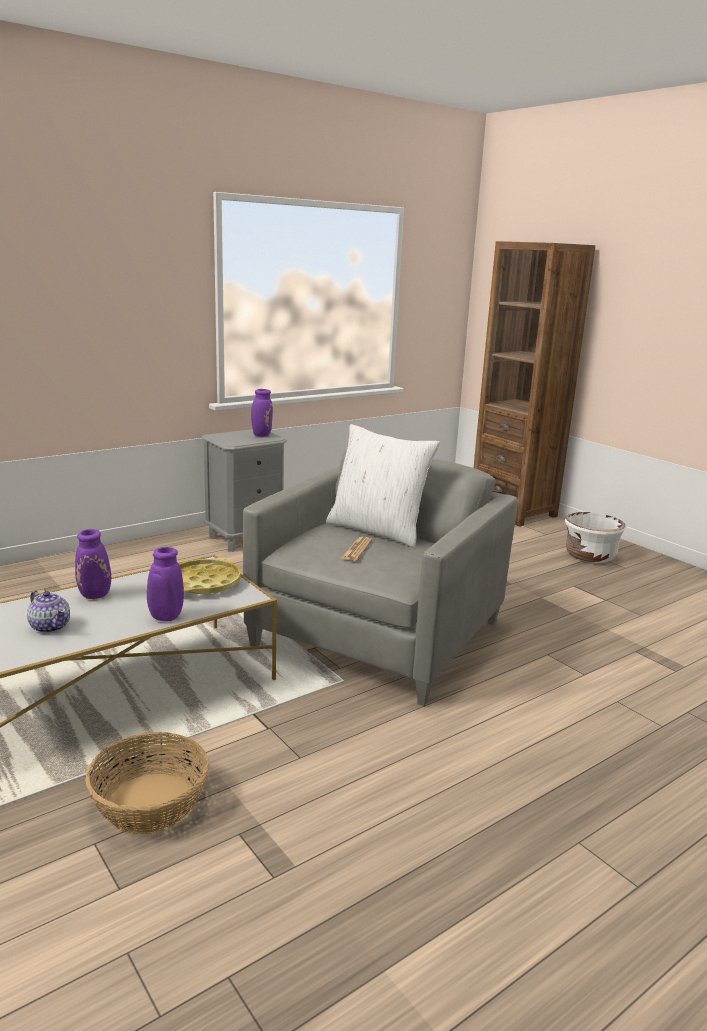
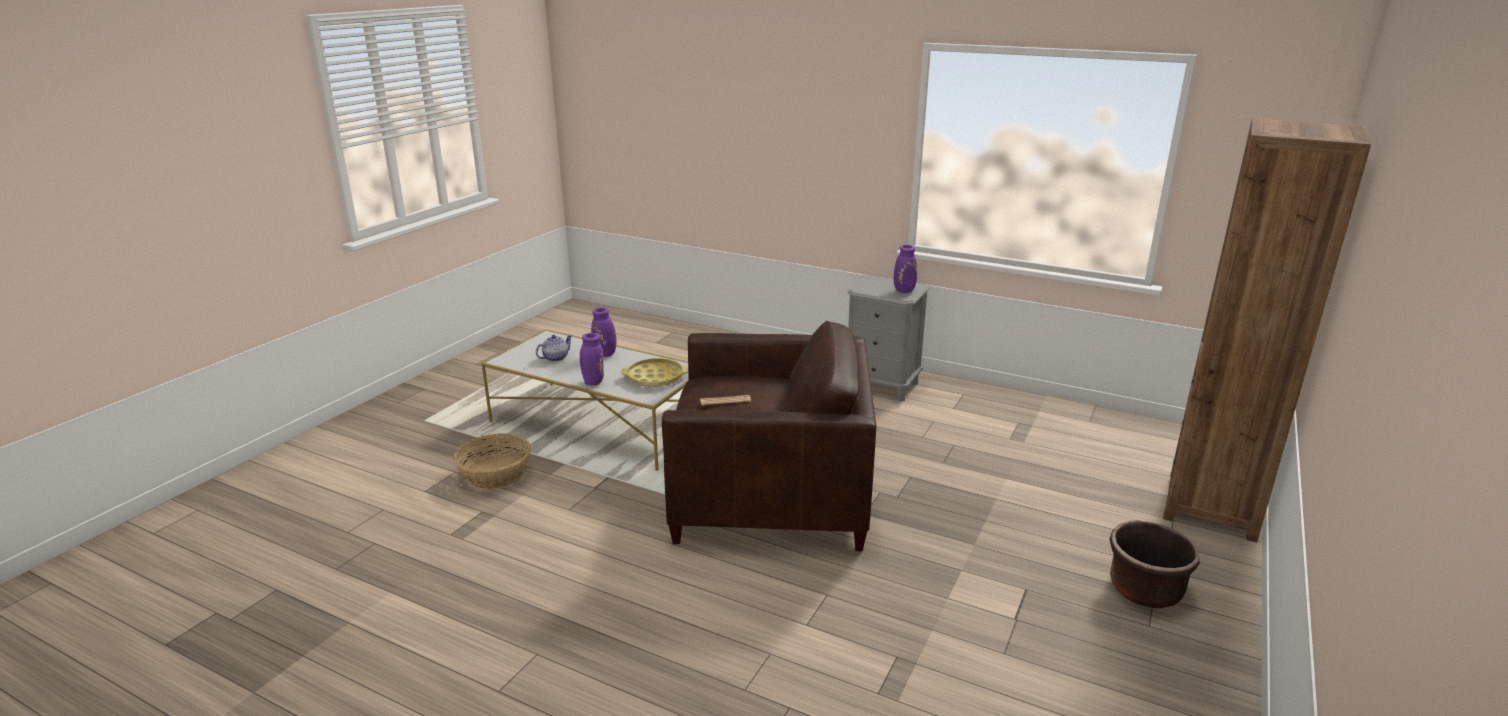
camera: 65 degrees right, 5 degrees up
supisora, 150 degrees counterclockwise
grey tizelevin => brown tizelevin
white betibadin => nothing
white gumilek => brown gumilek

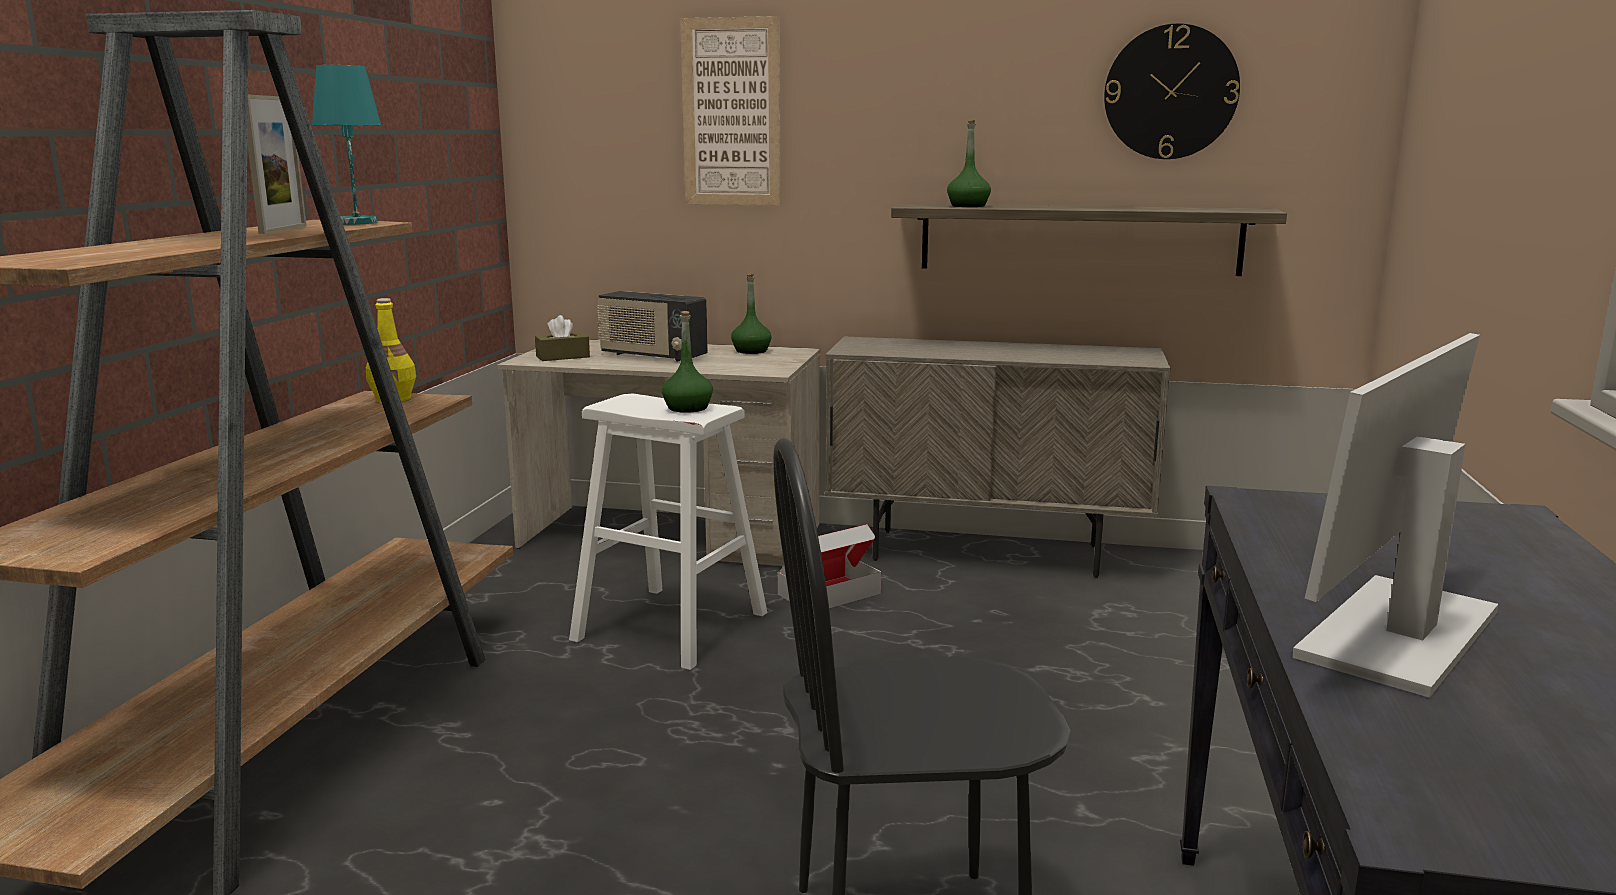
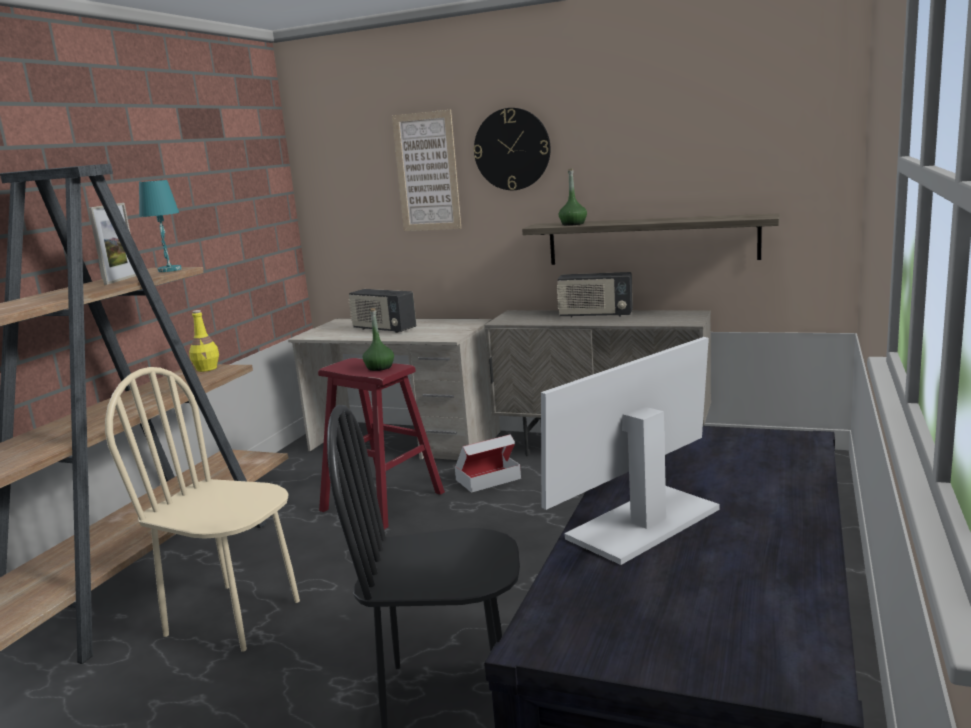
camera: 10 degrees right, 0 degrees up
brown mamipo => nothing
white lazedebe => red lazedebe
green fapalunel (no. 2 from left) => nothing
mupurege, relocated
nothing => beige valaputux
nothing => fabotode (no. 2 from left)

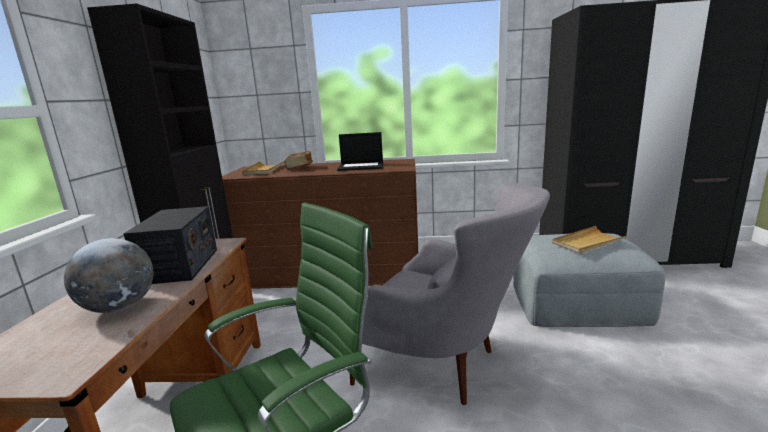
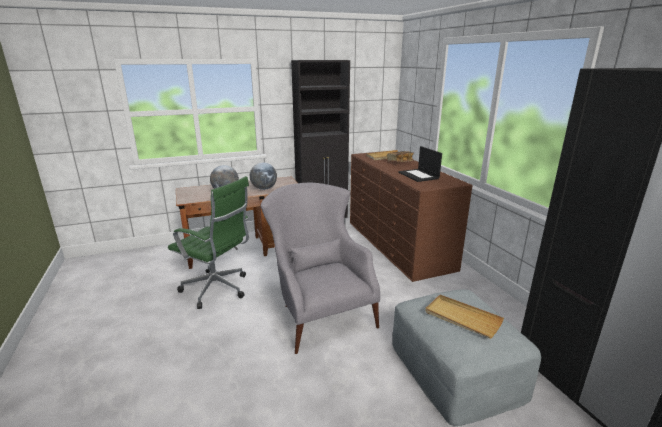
camera: 65 degrees right, 5 degrees up
fabotode => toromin (no. 2 from left)
grey tizelevin, 150 degrees clockwise

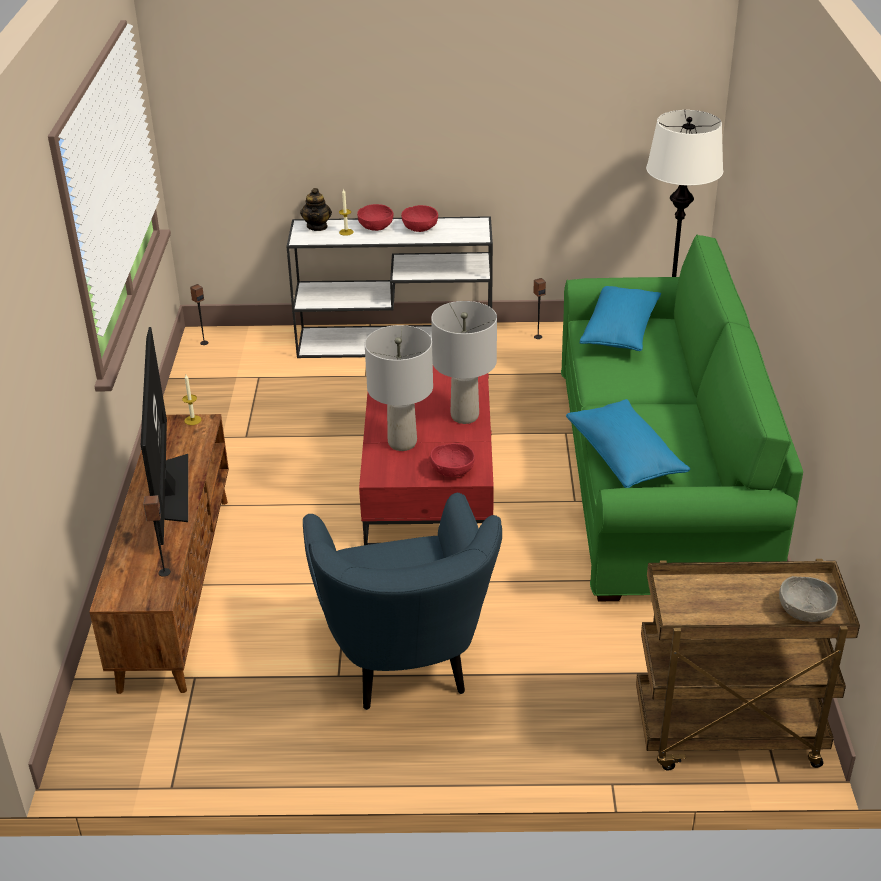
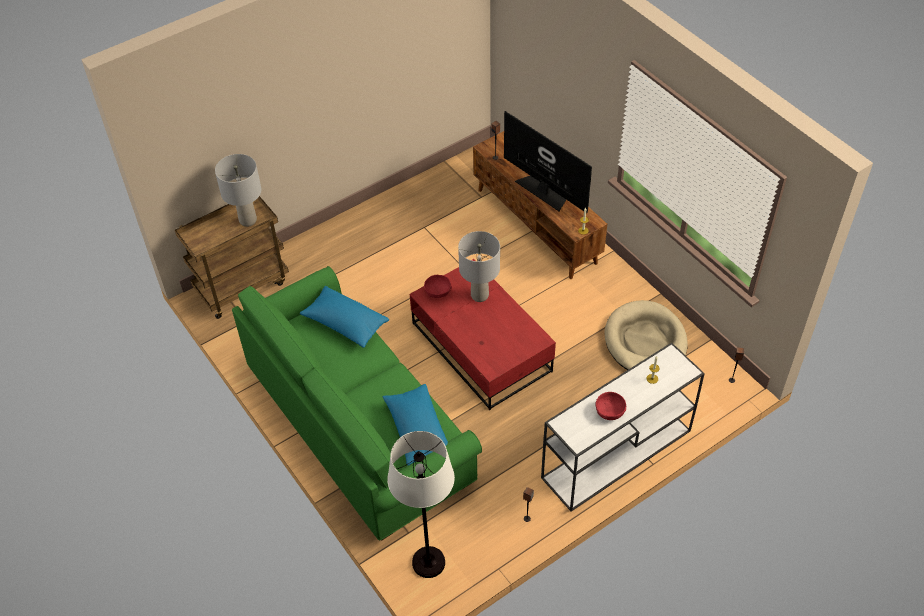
camera: 145 degrees right, 15 degrees up
supisora => nothing
blue tizelevin => nothing
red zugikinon (no. 1 from left) => nothing
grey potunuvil (no. 2 from left in the first image) => grey potunuvil (no. 1 from left), relocated
grey zugikinon => nothing
nothing => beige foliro

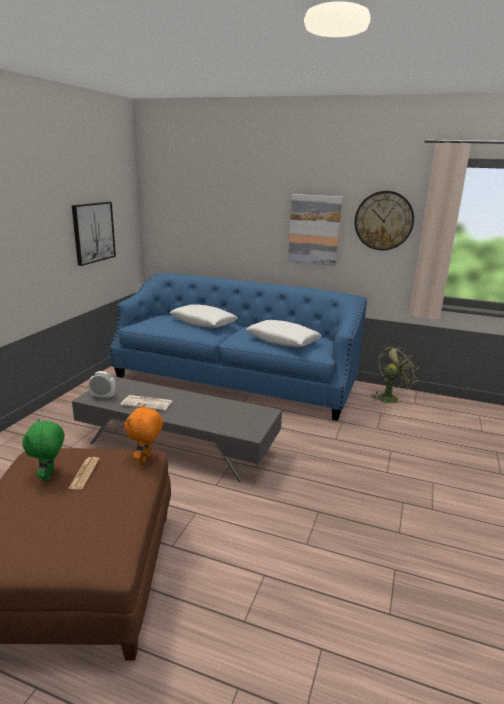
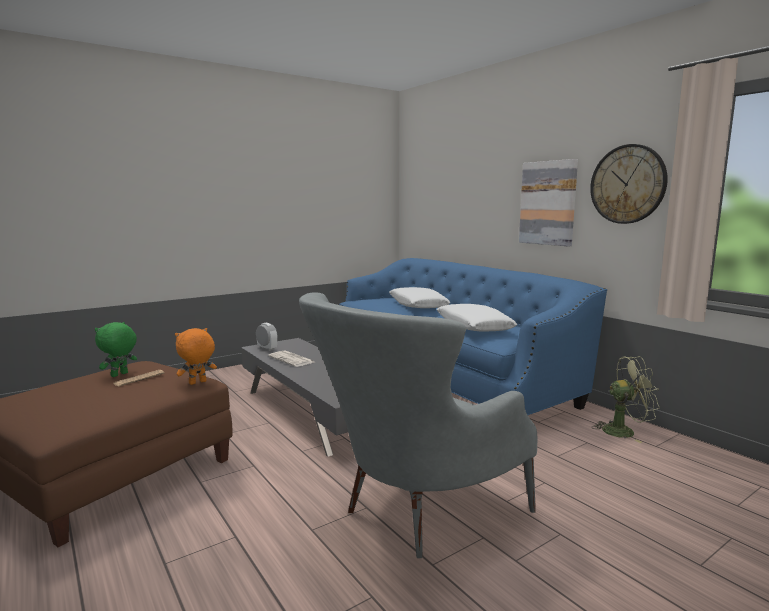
camera: 35 degrees right, 10 degrees down
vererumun (no. 1 from left) => nothing
nothing => grey tizelevin

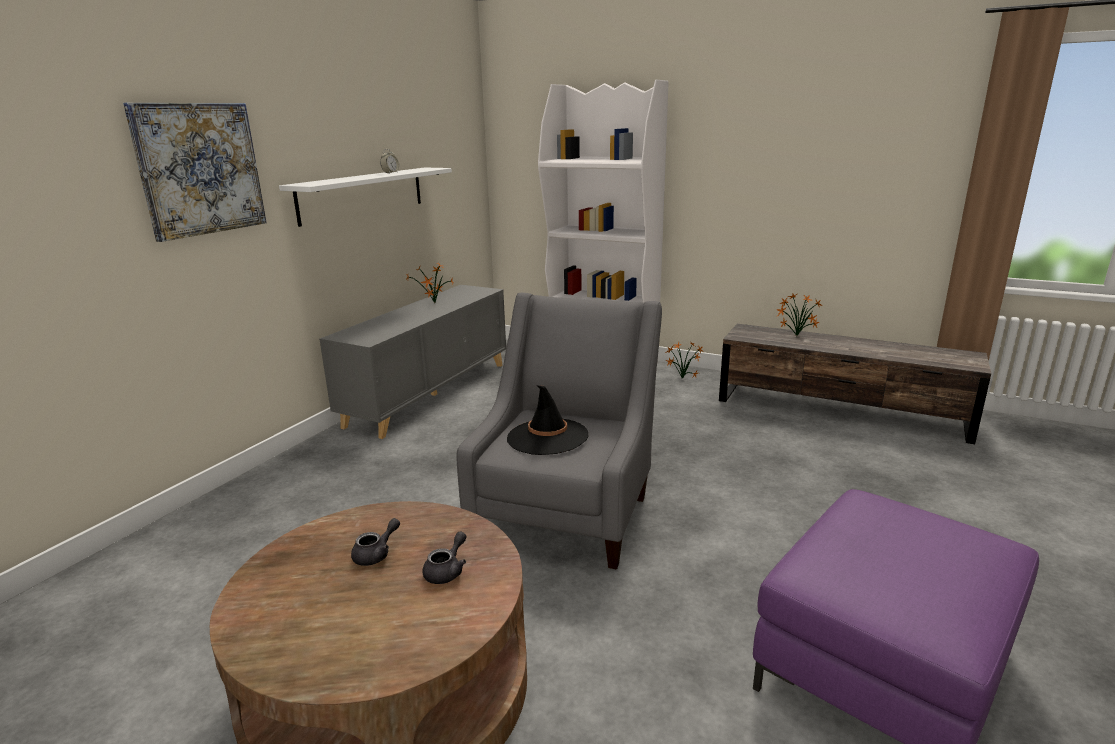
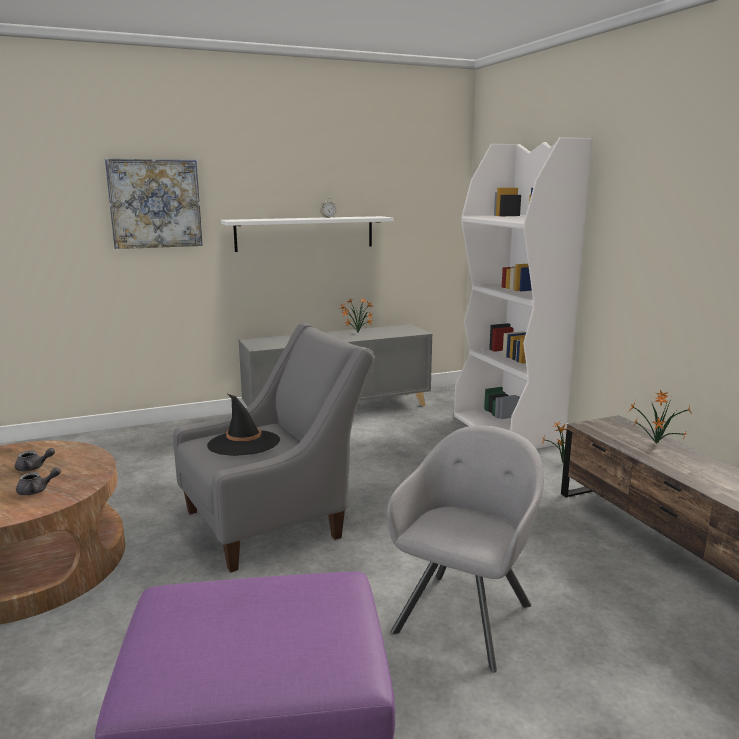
camera: 40 degrees right, 5 degrees down
nothing => grey tizelevin (no. 2 from left)

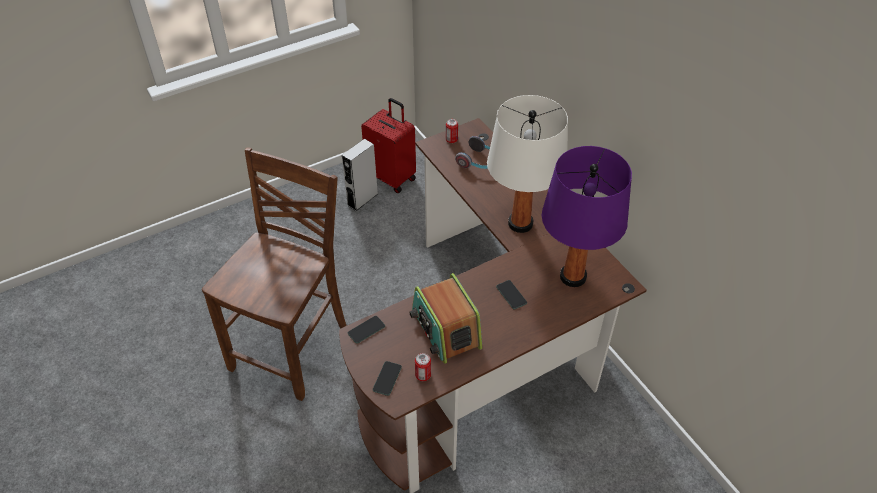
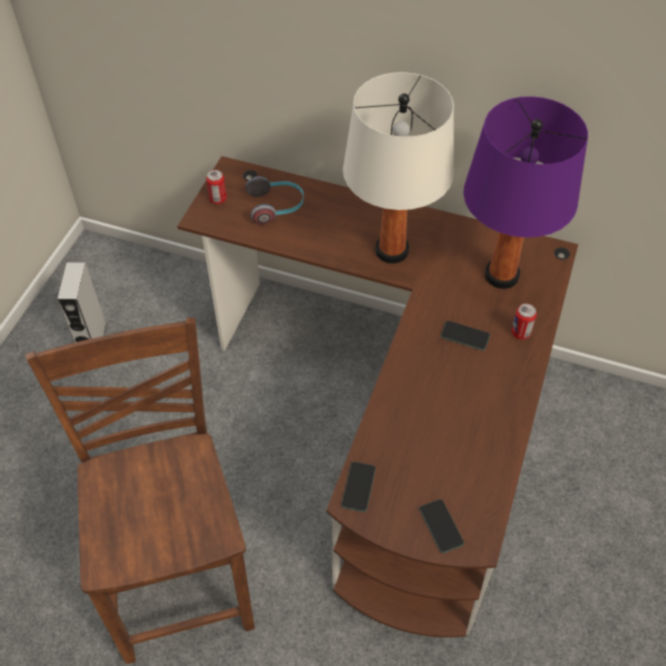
camera: 40 degrees left, 5 degrees up
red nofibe => nothing
fabotode => nothing
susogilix (no. 1 from left in the first image) => susogilix (no. 2 from left), relocated

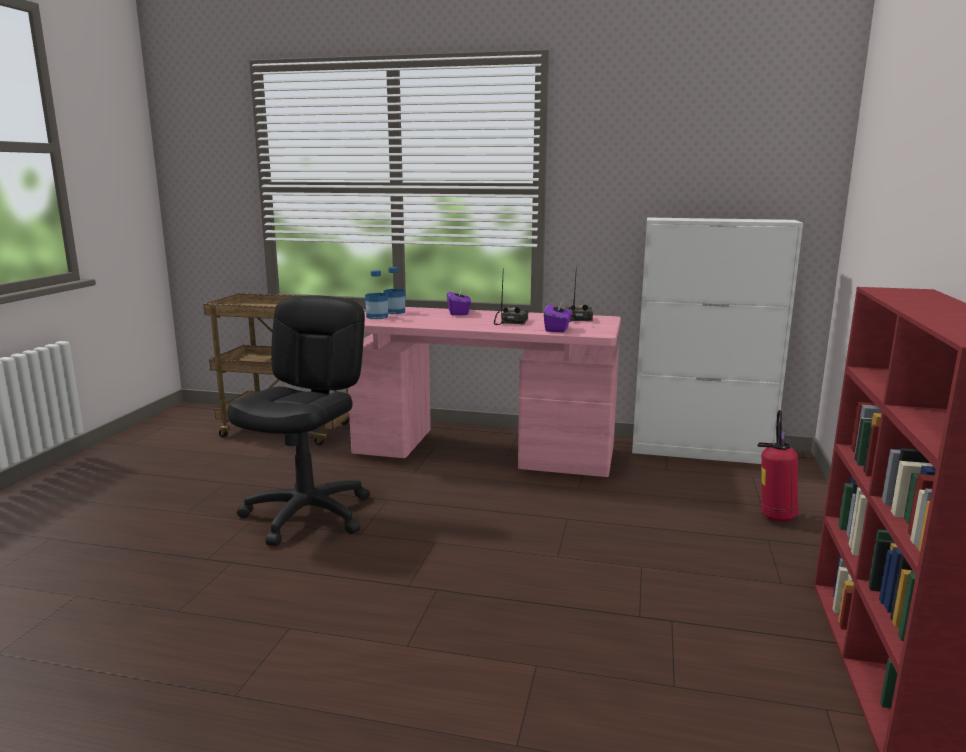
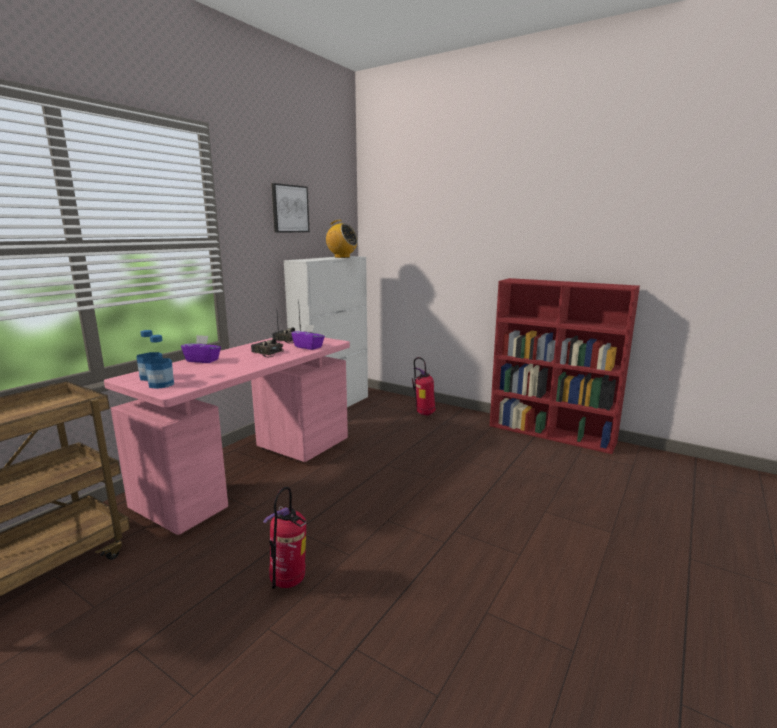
camera: 70 degrees left, 0 degrees up
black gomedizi => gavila (no. 1 from left)
nothing => vererumun
nothing => fabotode (no. 3 from left)

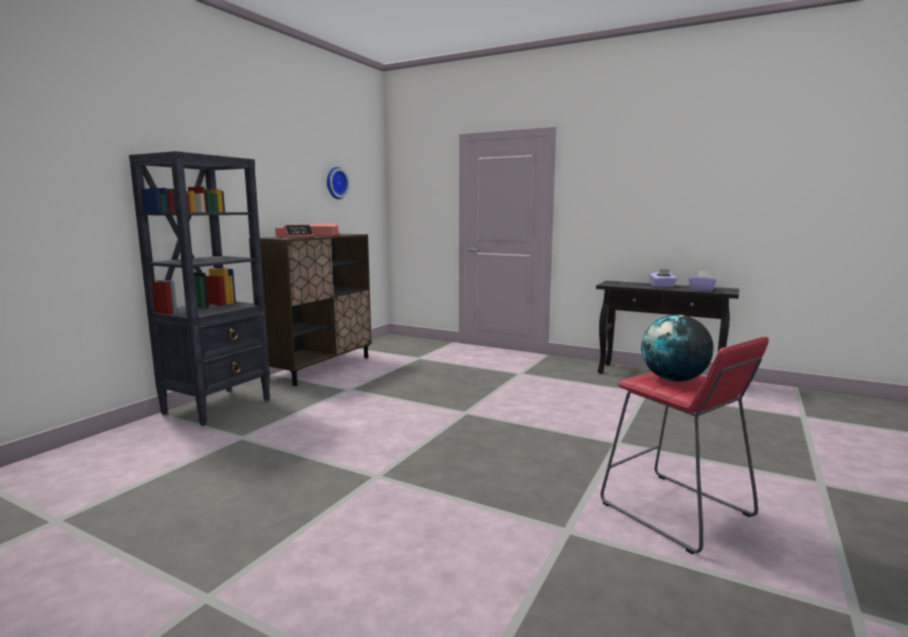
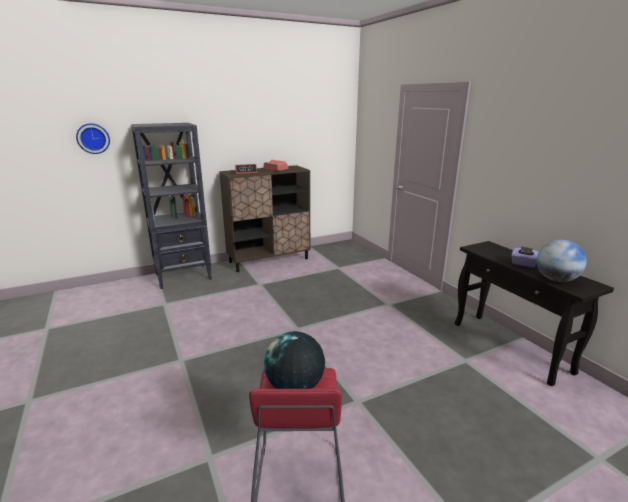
camera: 35 degrees right, 10 degrees up
mupurege, relocated
purple mamipo (no. 2 from left) => toromin (no. 2 from left)

